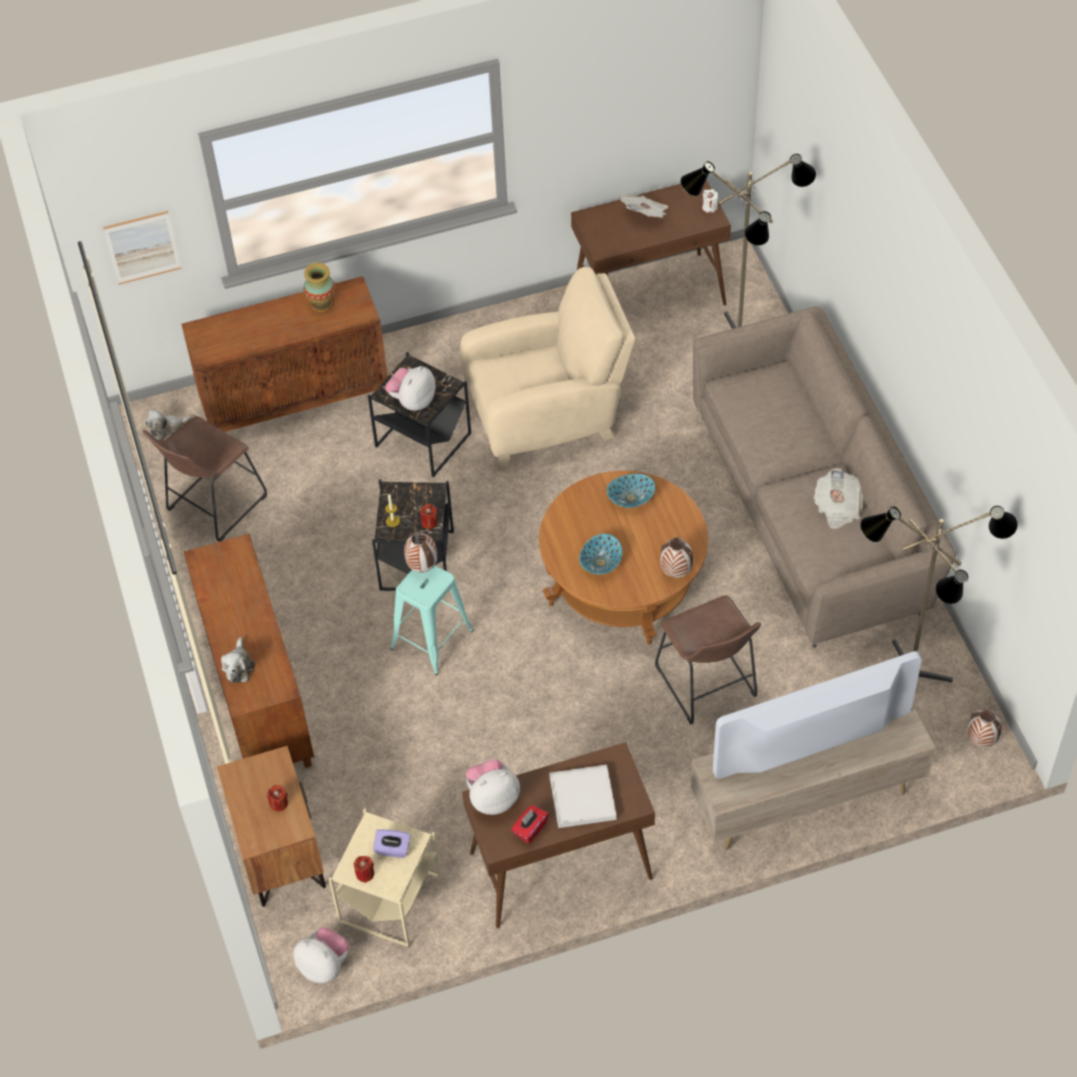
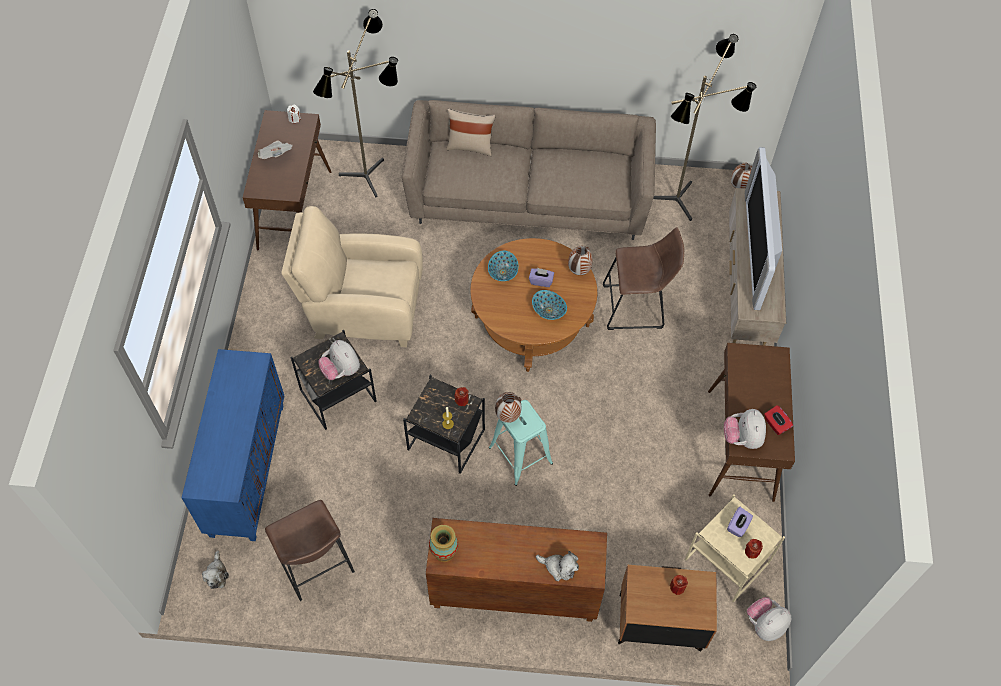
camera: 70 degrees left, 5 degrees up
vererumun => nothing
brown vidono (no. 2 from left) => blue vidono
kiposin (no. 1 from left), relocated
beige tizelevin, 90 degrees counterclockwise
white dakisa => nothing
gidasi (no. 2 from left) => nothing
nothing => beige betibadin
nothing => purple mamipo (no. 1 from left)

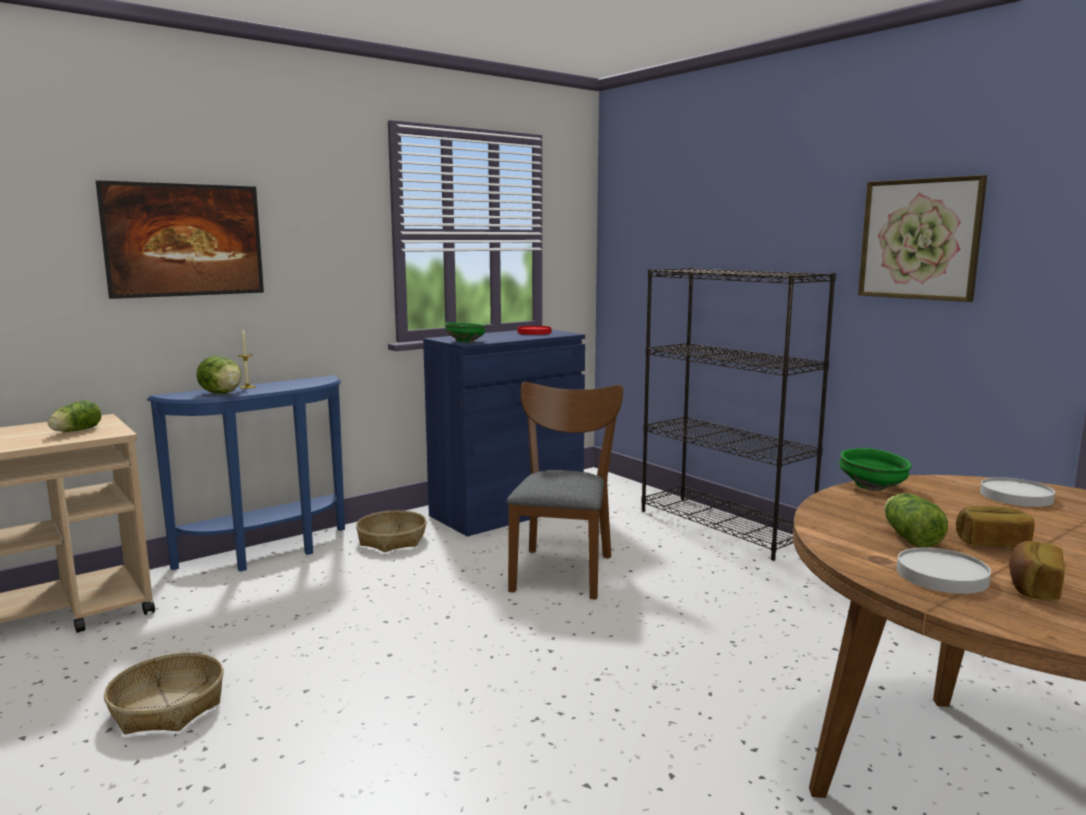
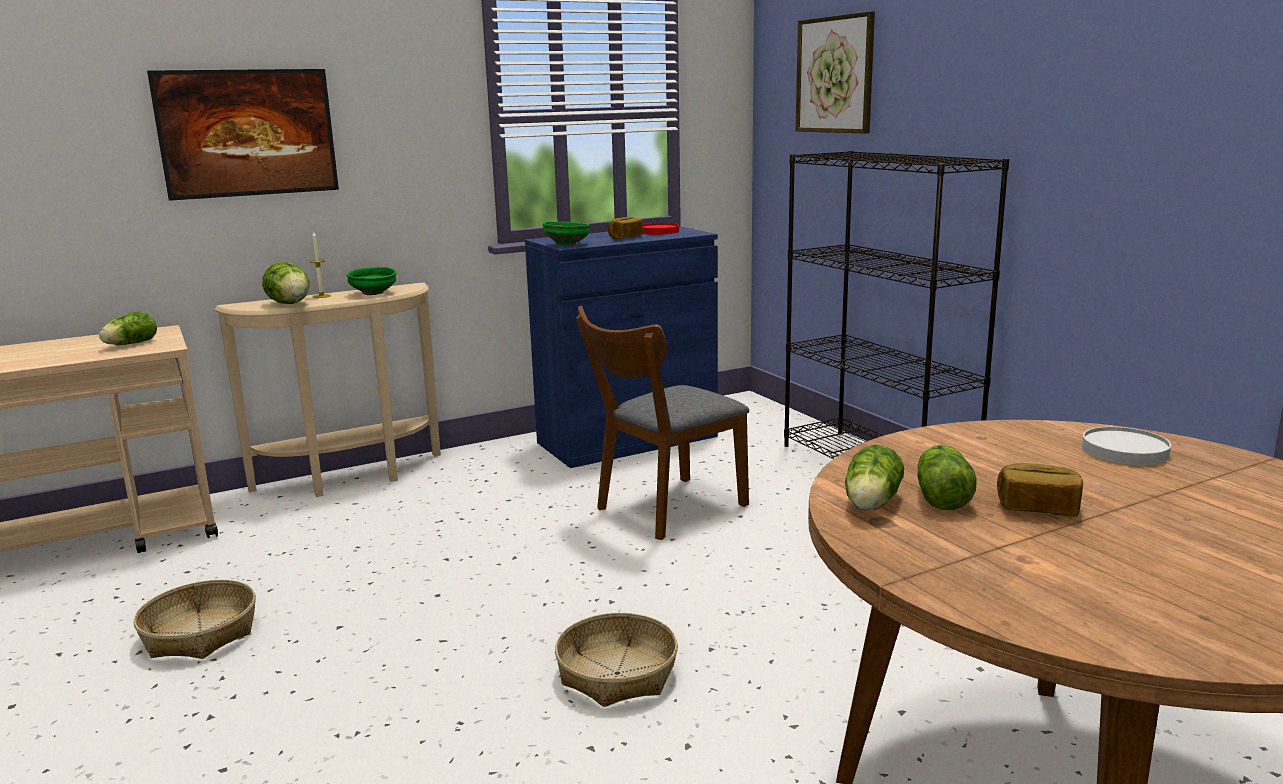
camera: 10 degrees right, 5 degrees up
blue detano => beige detano
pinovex (no. 2 from left), relocated
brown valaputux, 150 degrees counterclockwise
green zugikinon (no. 2 from left in the first image) => green zugikinon (no. 1 from left), relocated
vererumun (no. 2 from left), relocated
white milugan (no. 1 from left) => nothing
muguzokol (no. 2 from left in the first image) => muguzokol (no. 1 from left), relocated
nothing => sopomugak (no. 3 from left)

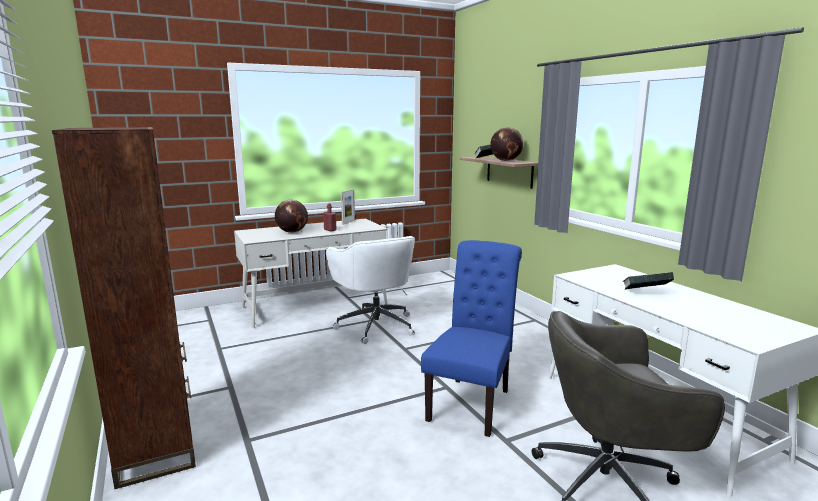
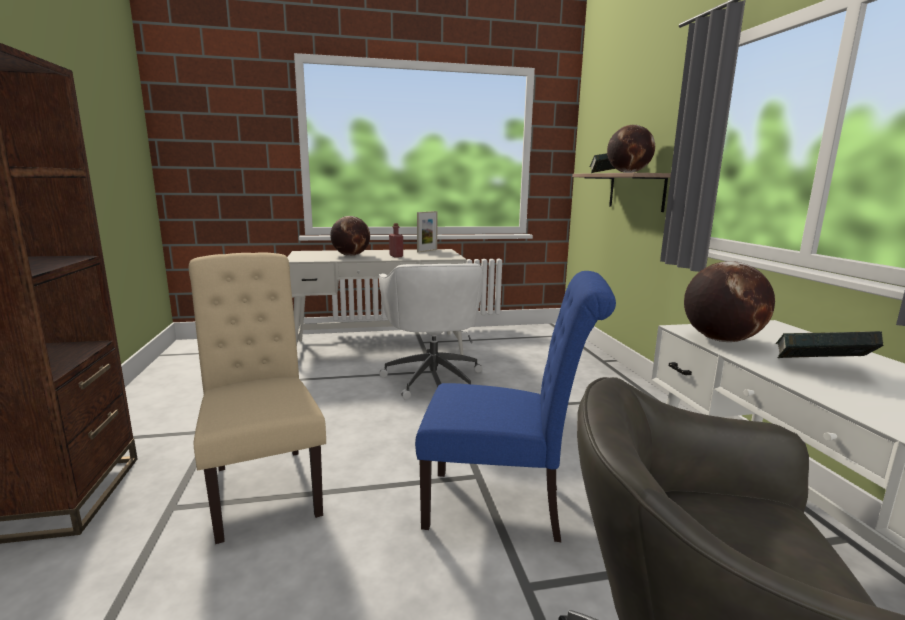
camera: 15 degrees right, 0 degrees up
blue valaputux, 60 degrees clockwise
nothing => beige valaputux
nothing => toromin (no. 3 from left)

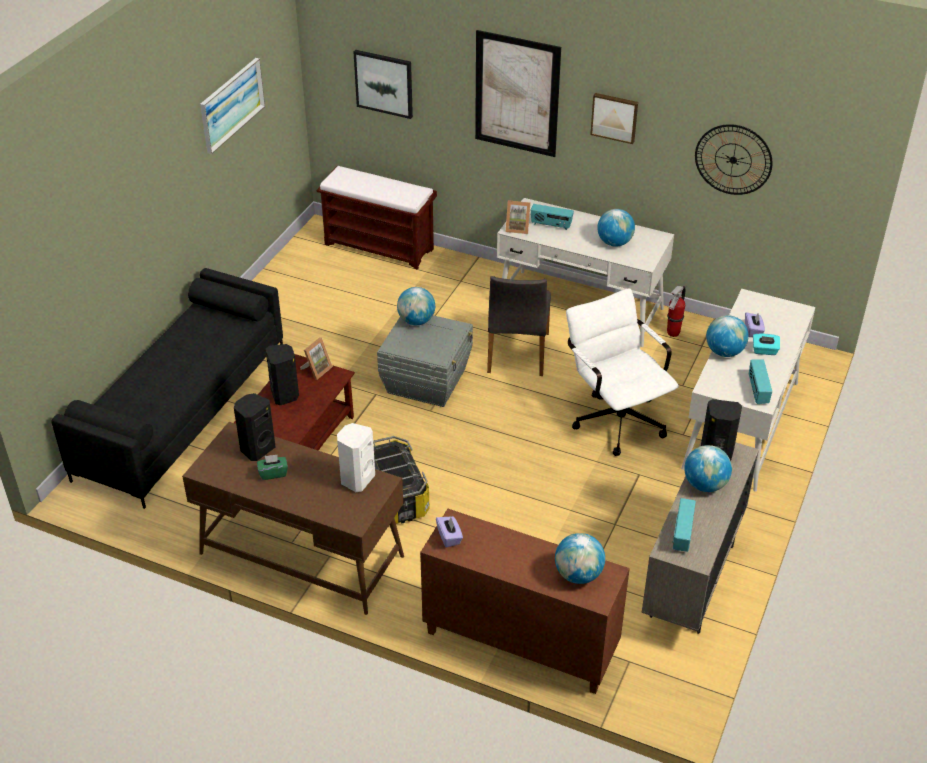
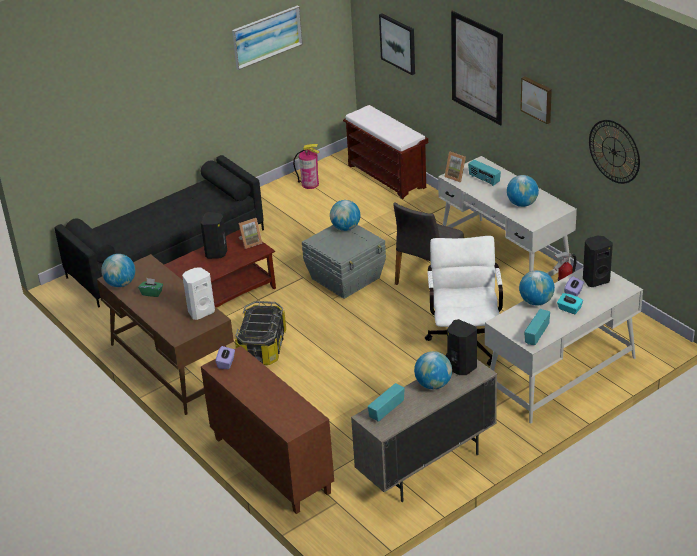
camera: 30 degrees right, 5 degrees down
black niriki (no. 1 from left in the first image) => black niriki (no. 3 from left), relocated
toromin (no. 2 from left in the first image) => toromin (no. 1 from left), relocated
nothing => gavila (no. 1 from left)

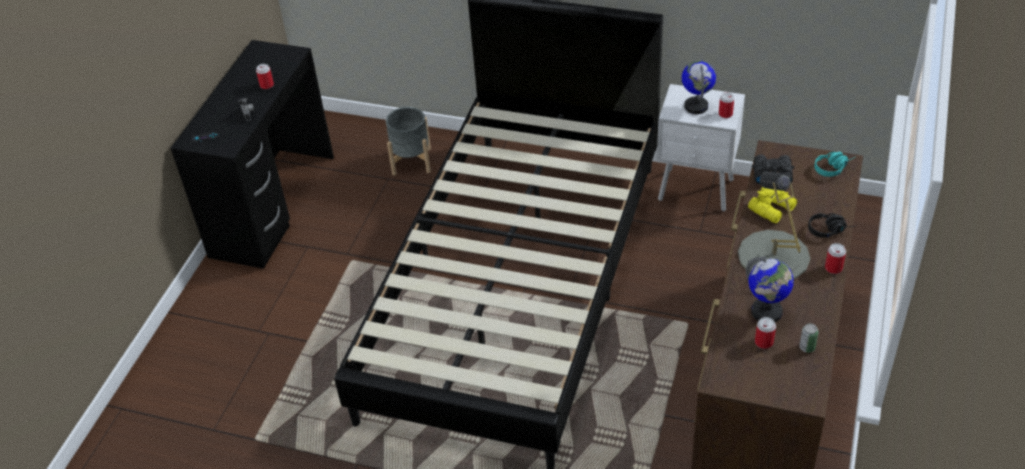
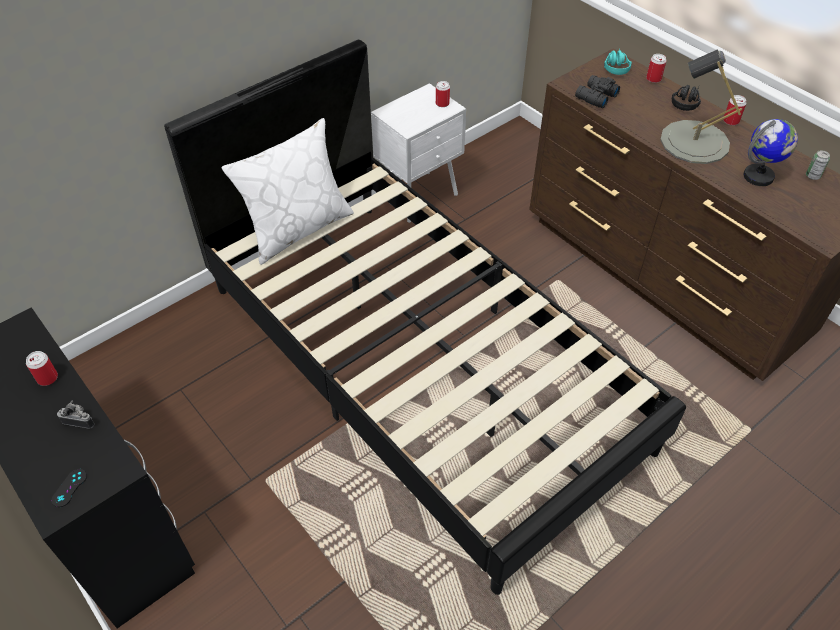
camera: 60 degrees left, 5 degrees up
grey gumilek => nothing
toromin (no. 1 from left) => nothing
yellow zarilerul => nothing
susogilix (no. 3 from left), relocated
nothing => white betibadin

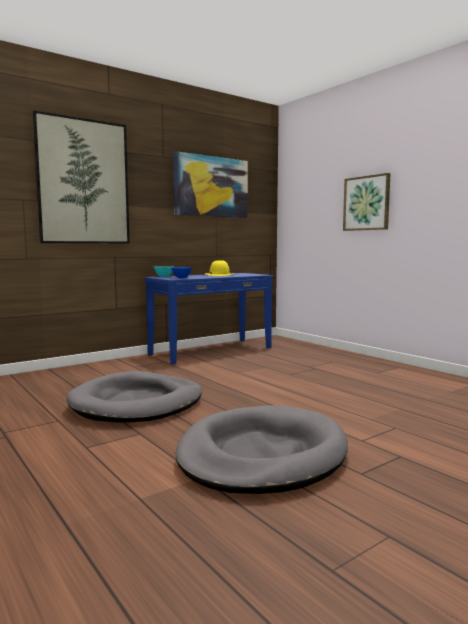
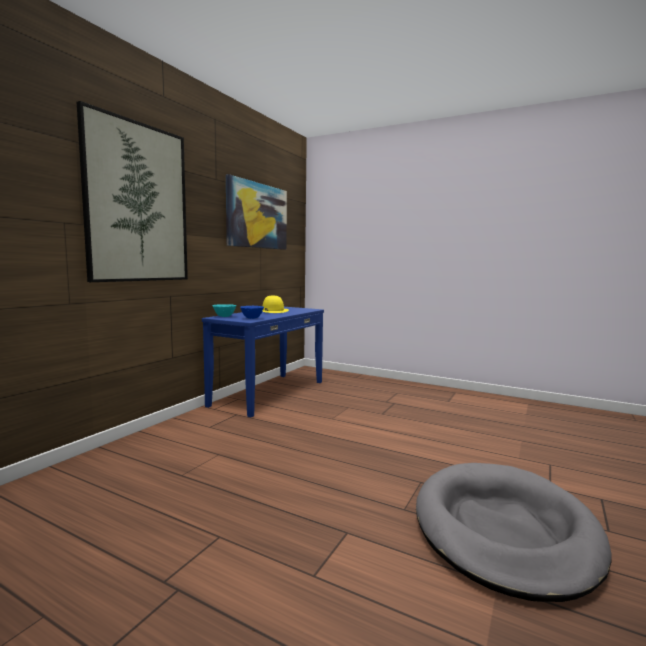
camera: 25 degrees left, 0 degrees up
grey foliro (no. 1 from left) => nothing
vererumun (no. 3 from left) => nothing

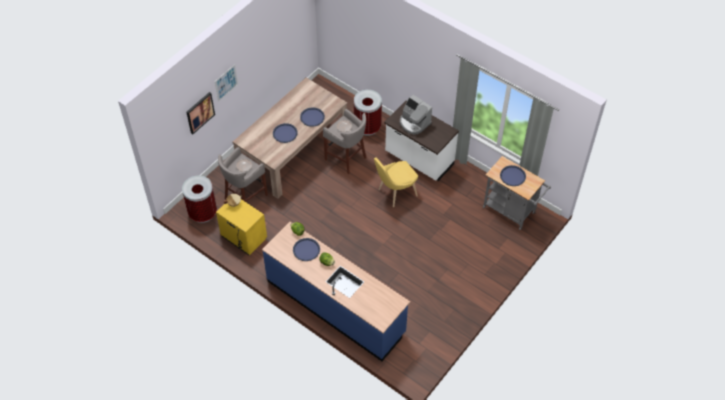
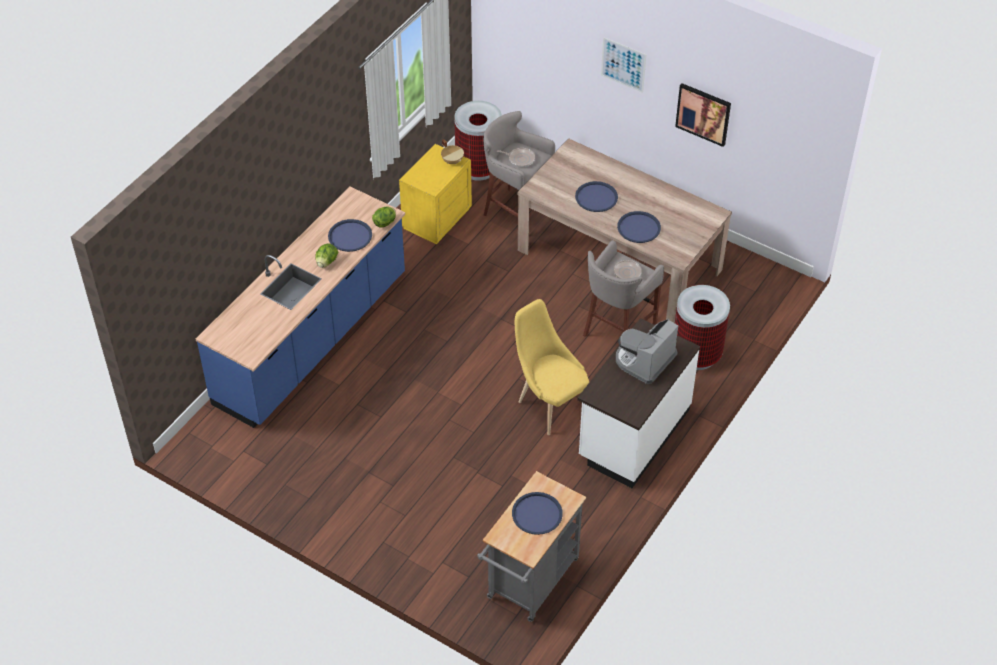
camera: 85 degrees right, 5 degrees down
vererumun (no. 1 from left in the first image) => vererumun (no. 2 from left), relocated

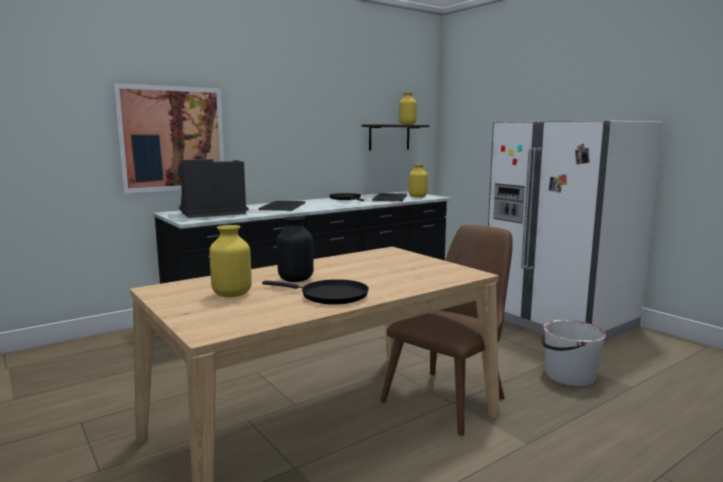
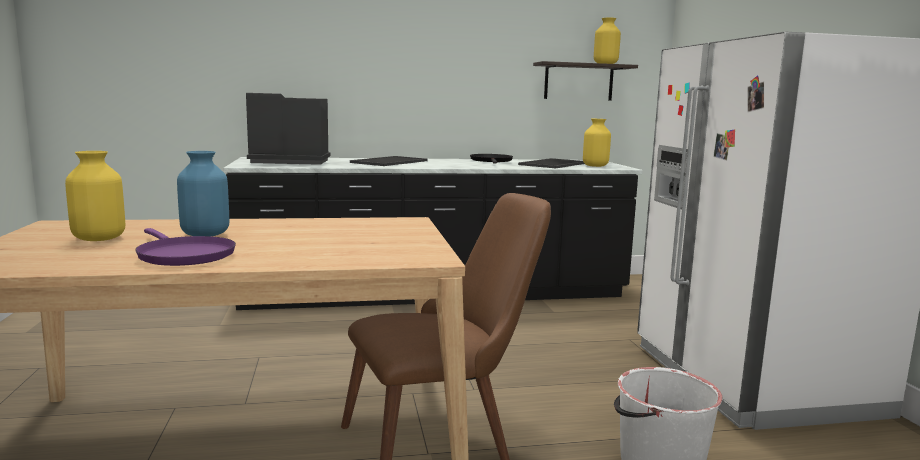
camera: 25 degrees right, 0 degrees up
vererumun => nothing
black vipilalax (no. 1 from left) => purple vipilalax
black kiposin => blue kiposin

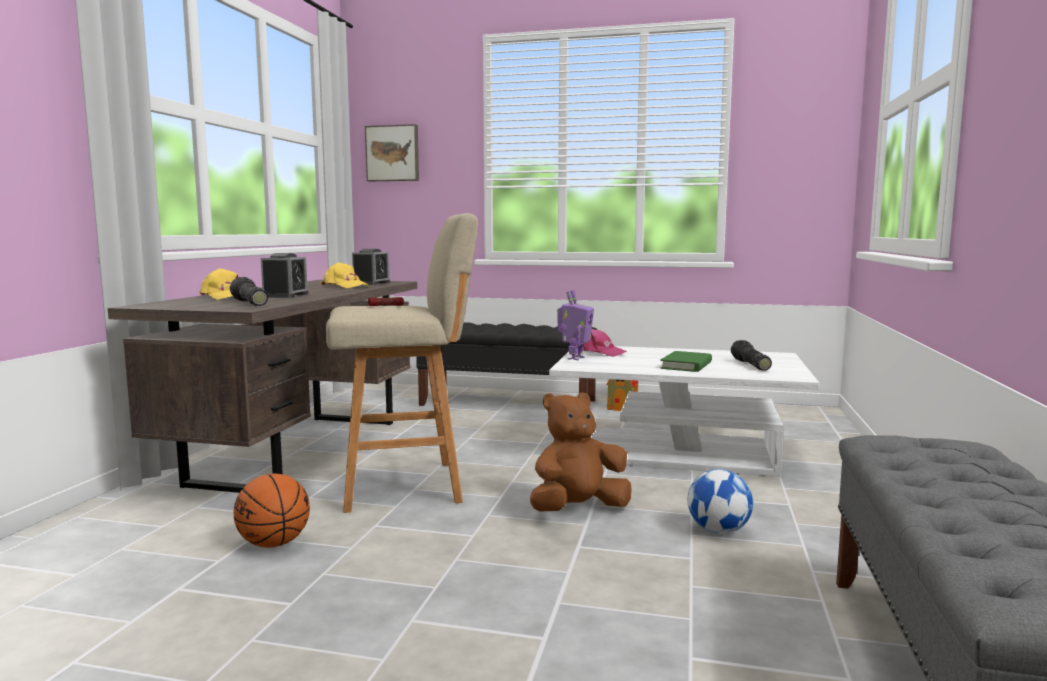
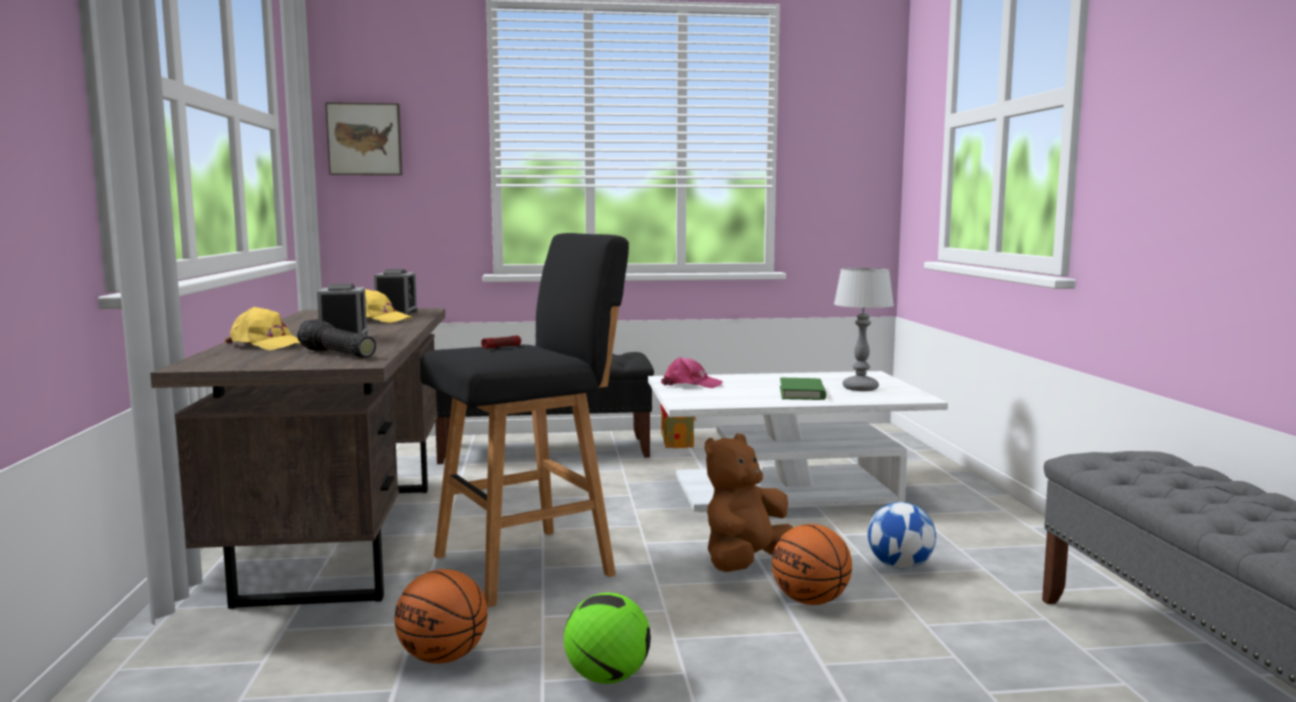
camera: 20 degrees left, 0 degrees up
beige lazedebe => black lazedebe
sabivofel => nothing
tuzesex (no. 3 from left) => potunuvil
nothing => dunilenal (no. 1 from left)
nothing => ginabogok (no. 2 from left)

